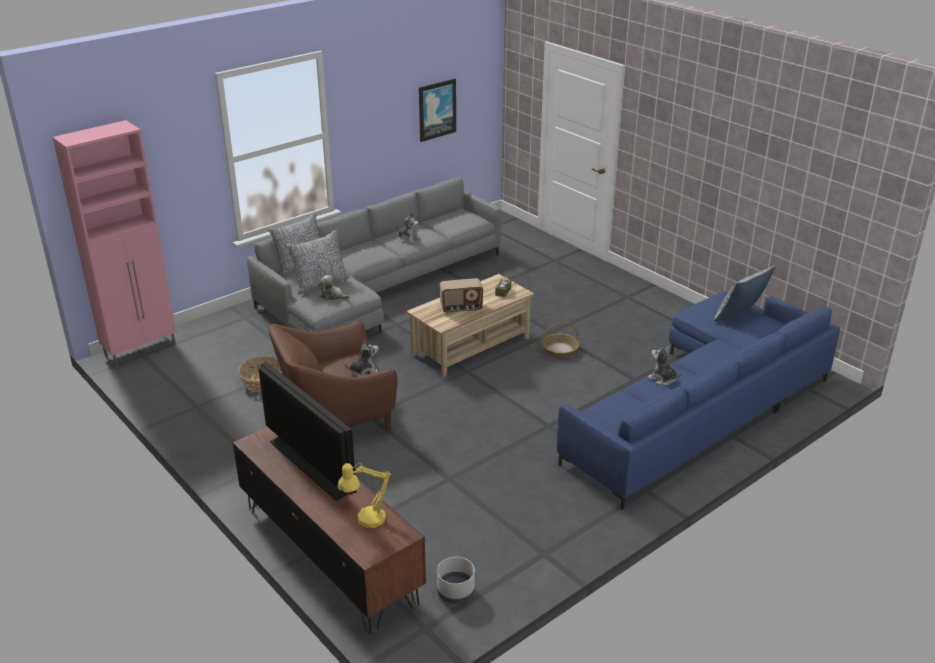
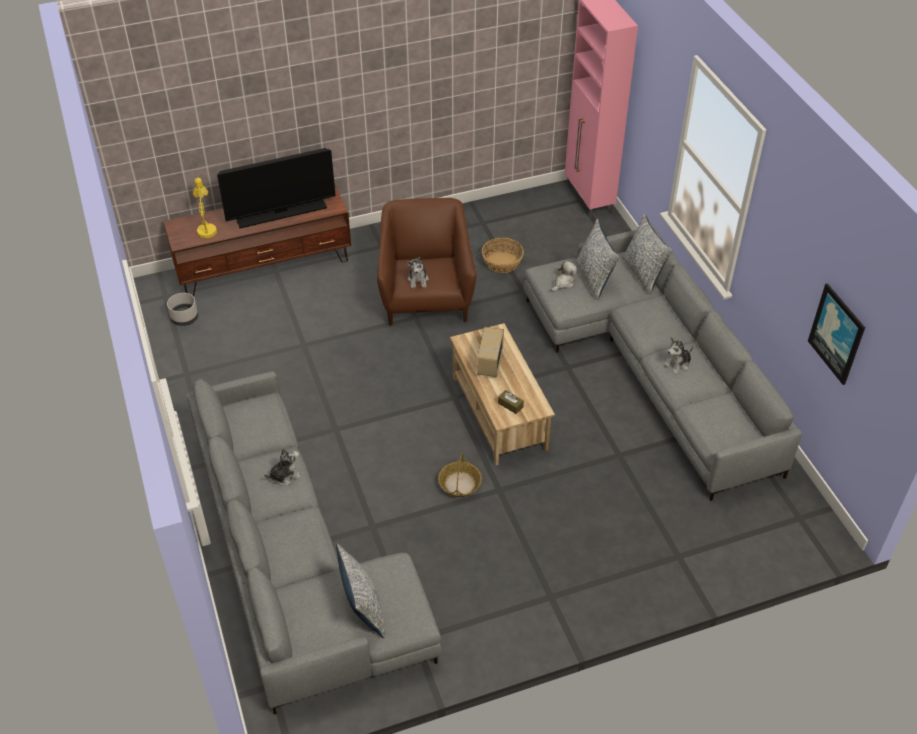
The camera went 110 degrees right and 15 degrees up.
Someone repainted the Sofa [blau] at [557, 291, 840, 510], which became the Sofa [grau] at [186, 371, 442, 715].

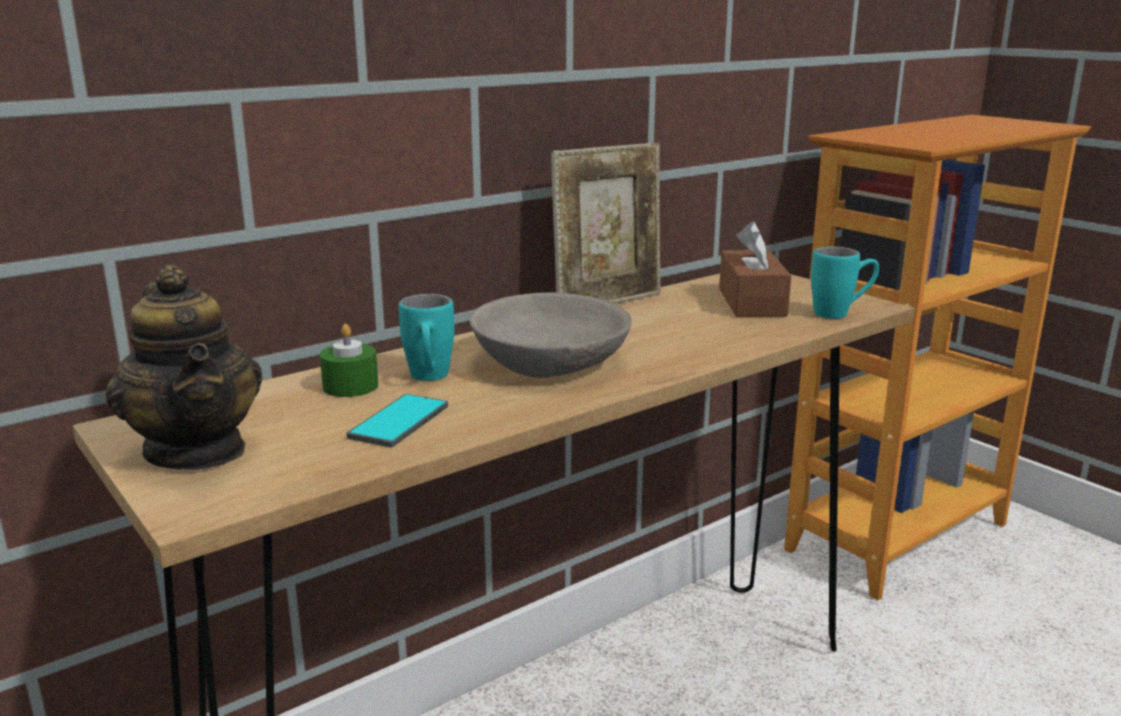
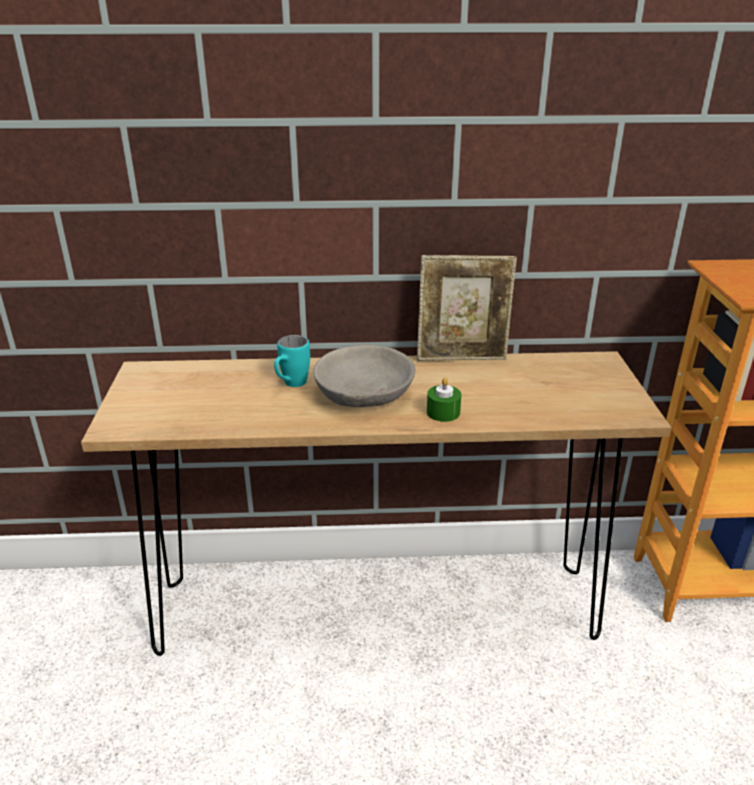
The camera went 35 degrees right and 10 degrees up.
Someone carried the Kerze [grün] from [320, 324, 378, 397] to [427, 377, 461, 422].
Someone took away the Teekanne at [105, 265, 262, 470].
Someone took away the Handy at [347, 394, 448, 447].
Someone took away the Taschentuchbox [braun] at [719, 222, 791, 317].
Someone took away the Henkelbecher [türkis] at [811, 246, 879, 319].

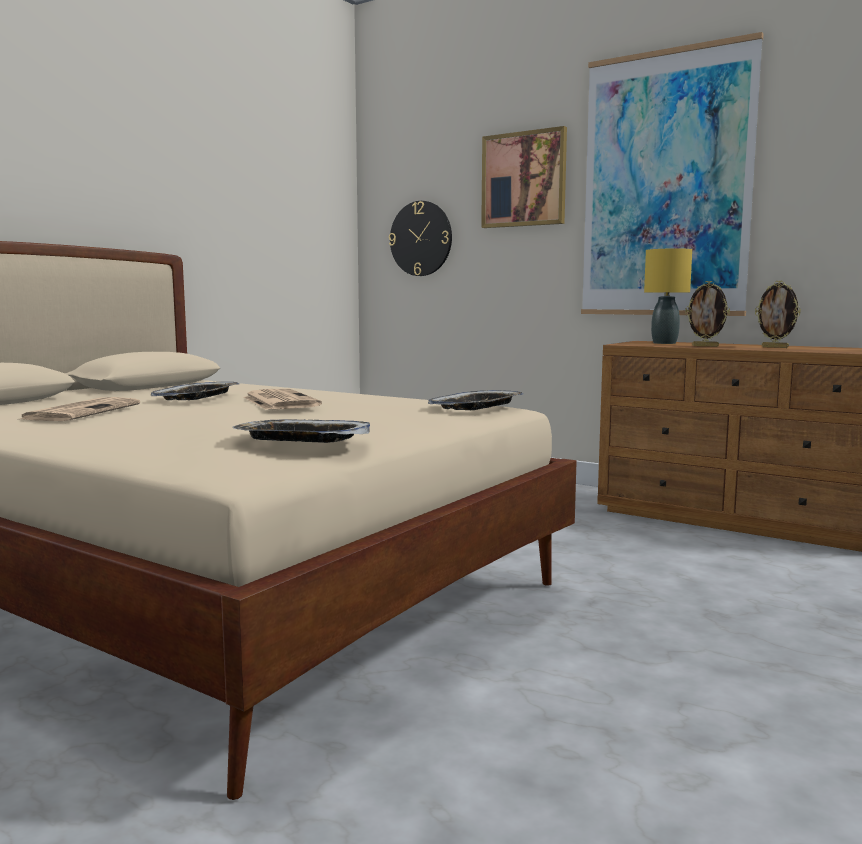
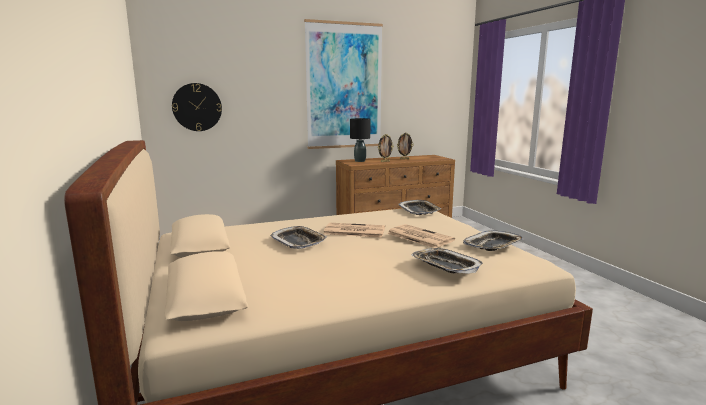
The camera went 55 degrees left and 5 degrees up.
Someone repainted the Tischlampe [gelb] at [644, 248, 692, 344], which became the Tischlampe [schwarz] at [350, 118, 371, 162].
Someone carried the Zeitung from [17, 397, 140, 421] to [387, 224, 455, 248].
Someone put down the Tablett at [411, 248, 483, 274].
Someone took away the Bild at [481, 126, 567, 228].

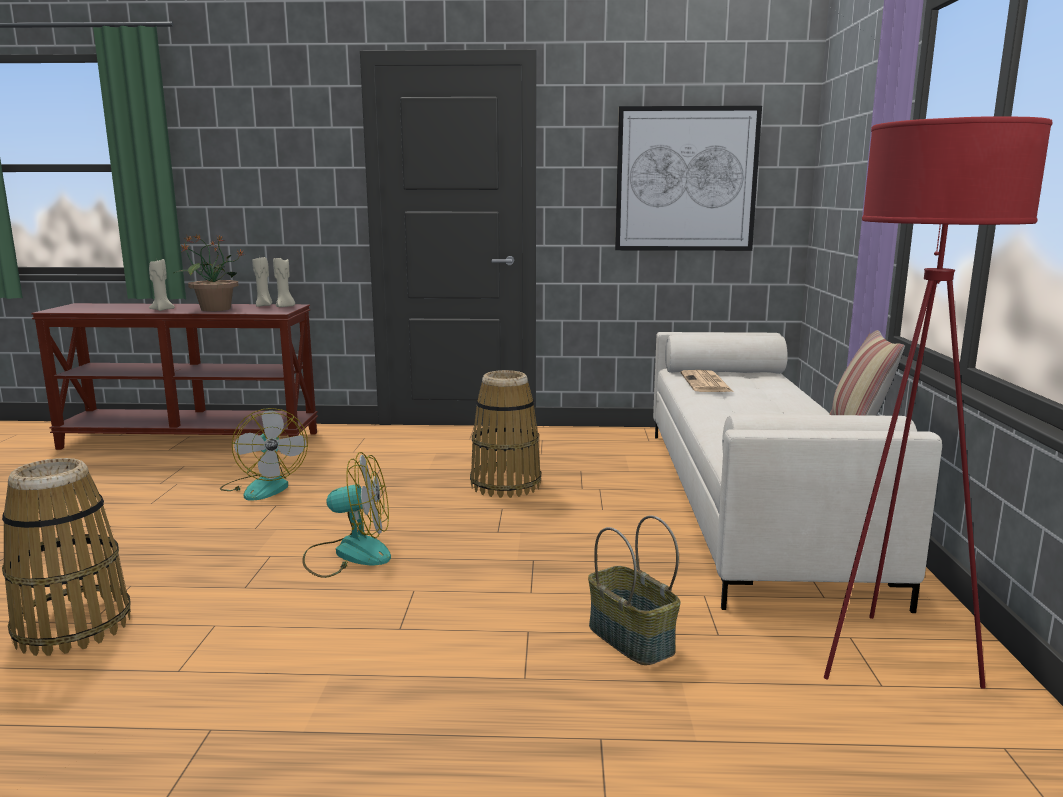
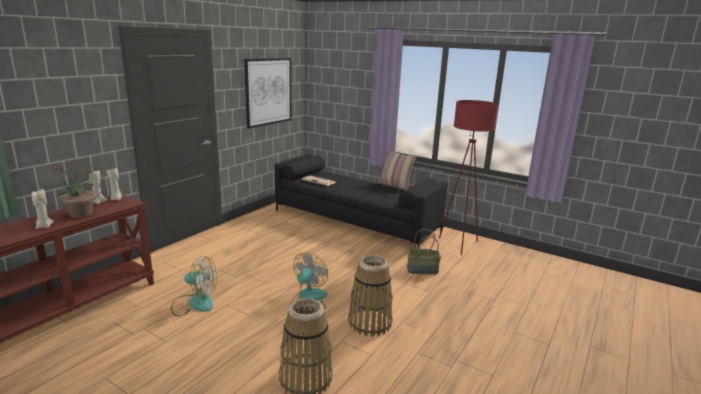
The camera went 60 degrees left and 5 degrees up.
Someone repainted the Sofa [weiß] at [653, 332, 942, 613], which became the Sofa [schwarz] at [275, 154, 448, 249].
Someone carried the Korb from [470, 370, 541, 498] to [348, 255, 393, 337].

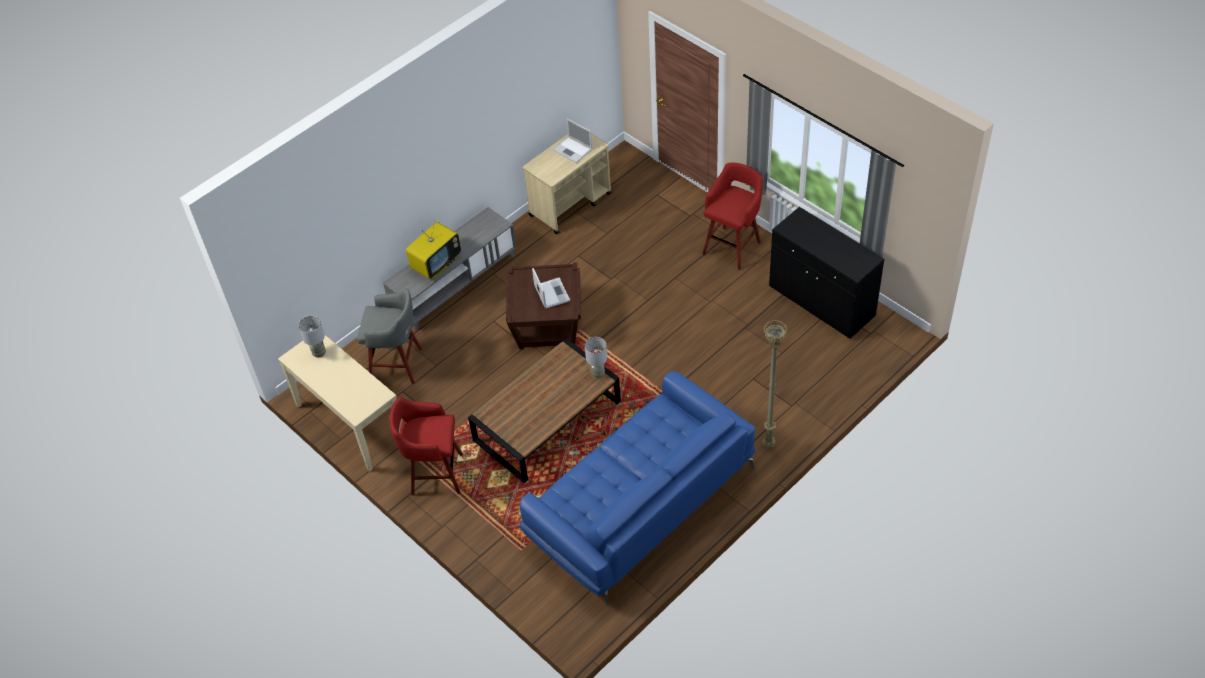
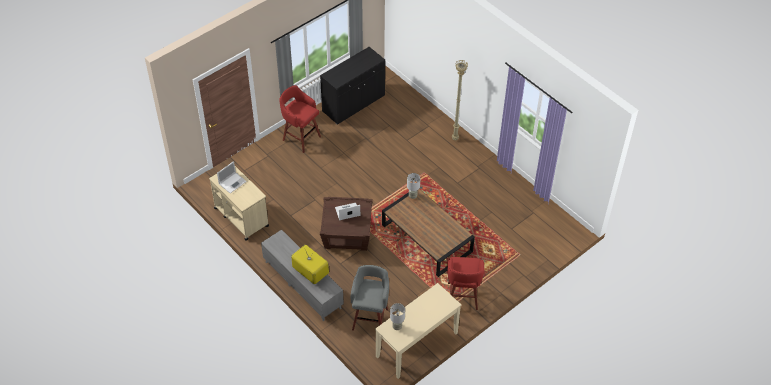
The camera went 90 degrees left and 0 degrees up.
Someone took away the Sofa [blau] at [520, 371, 755, 606].

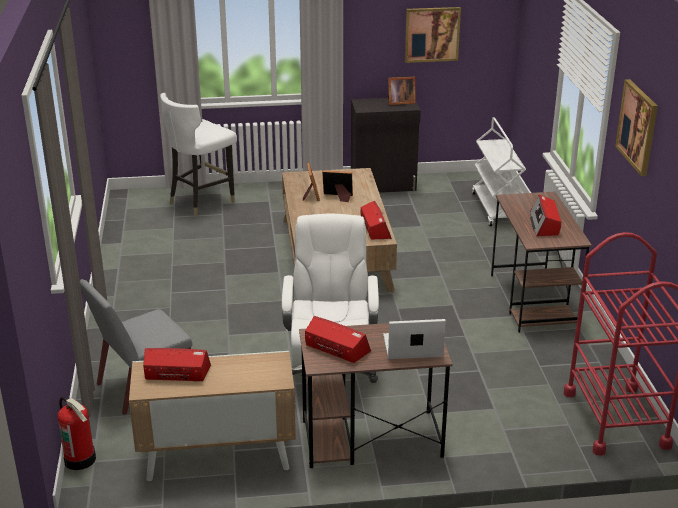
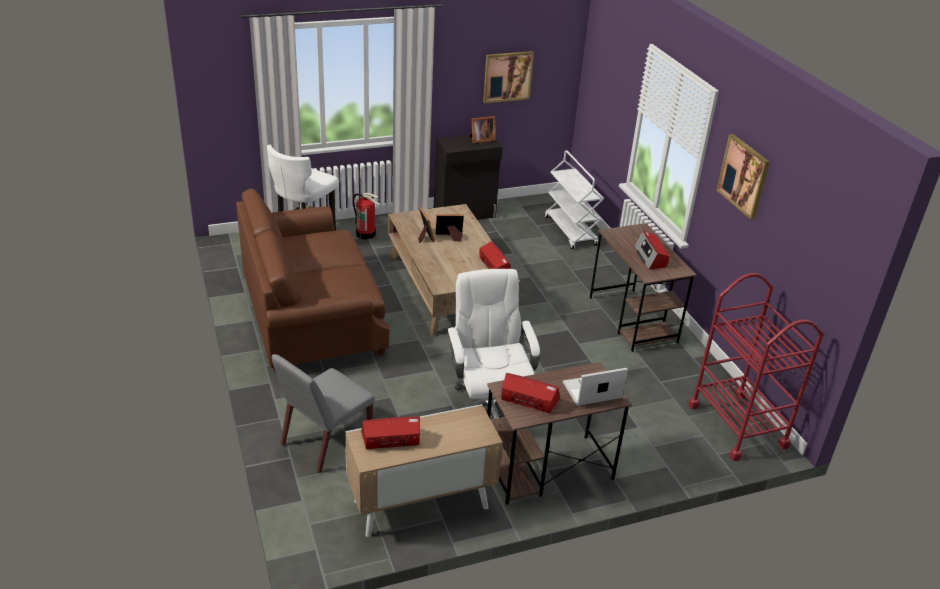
The camera went 15 degrees left and 5 degrees up.
Someone put down the Sofa [braun] at [236, 189, 389, 373].
Someone carried the Feuerlöscher from [58, 397, 96, 470] to [353, 193, 380, 239].

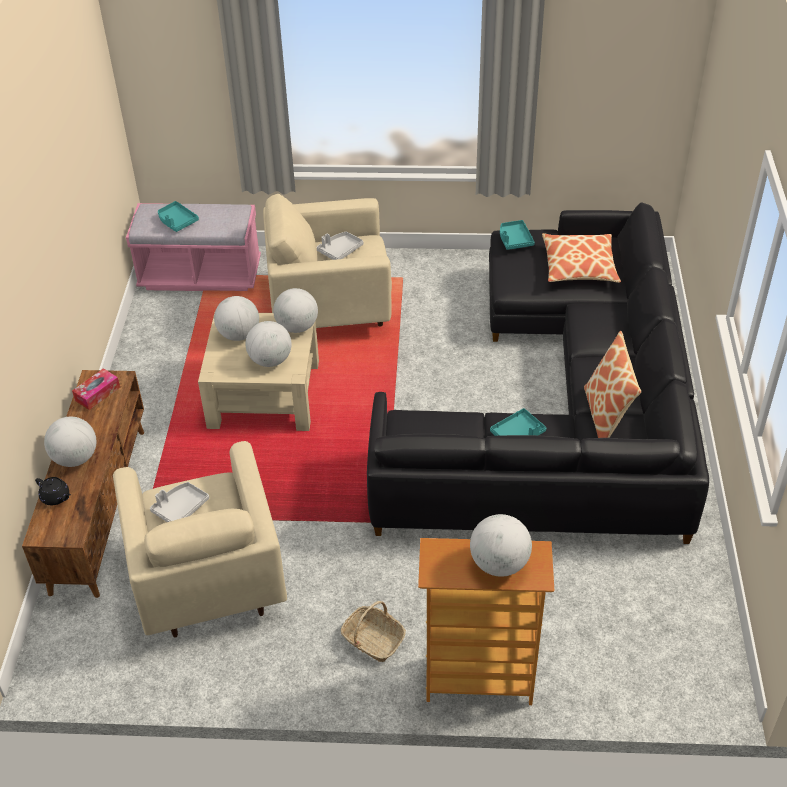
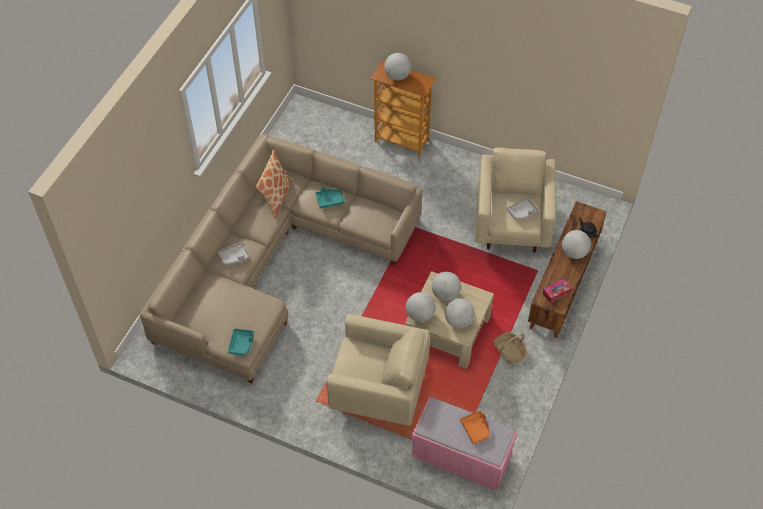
The camera went 160 degrees left and 10 degrees up.
Someone repainted the Sofa [schwarz] at [367, 202, 709, 544], which became the Sofa [beige] at [139, 134, 423, 383].
Someone carried the Tablett [grau] from [317, 231, 364, 260] to [218, 242, 250, 265].
Someone repainted the Tablett [türkis] at [158, 201, 199, 232], which became the Tablett [orange] at [460, 411, 490, 444].
Someone carried the Korb from [341, 601, 406, 662] to [494, 332, 528, 365].
Someone took away the Kissen at [542, 233, 621, 283].

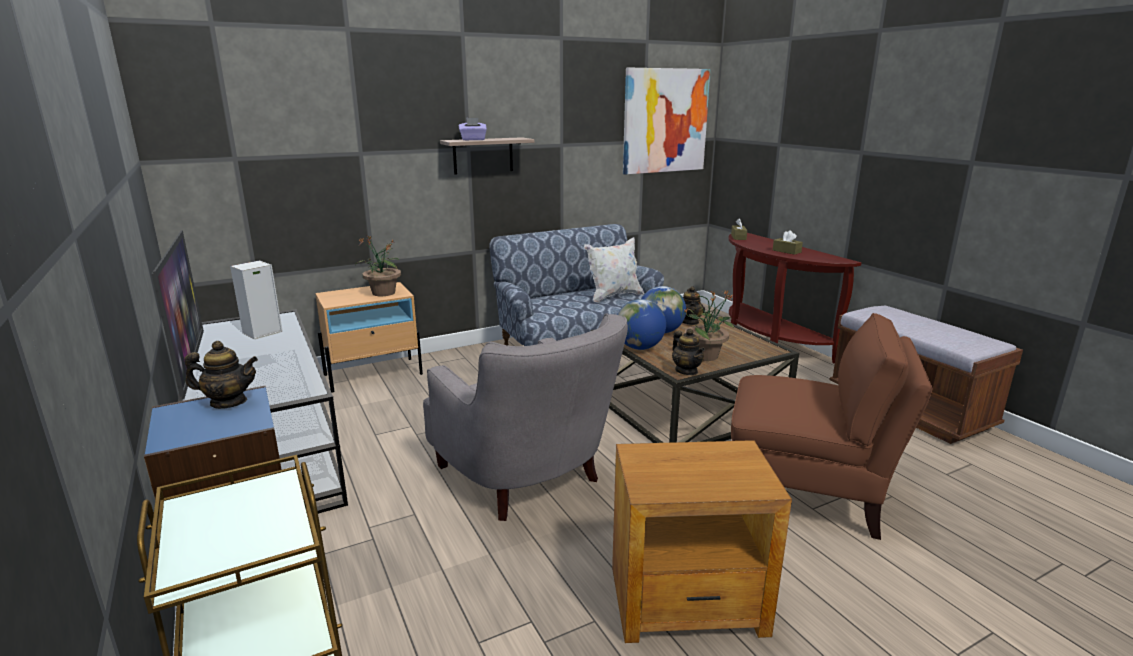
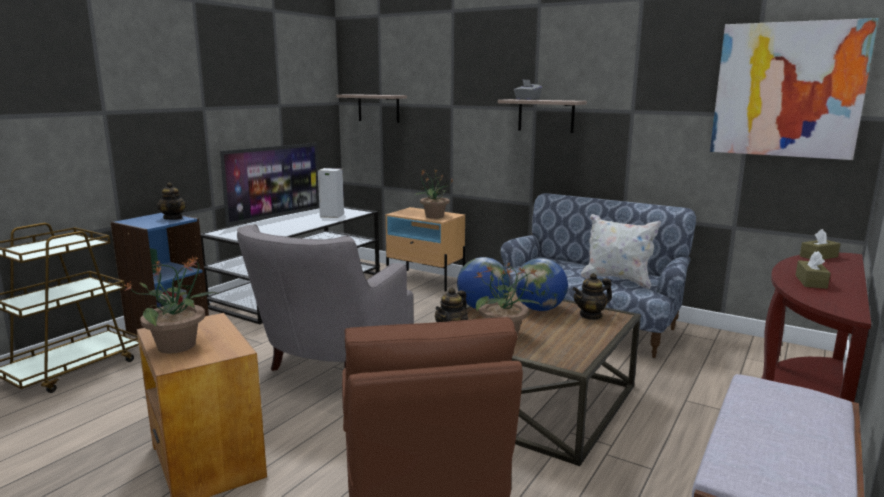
The camera went 60 degrees right and 5 degrees down.
Someone put down the Topfpflanze at [123, 256, 218, 354].
Someone put up the Wandregal at [336, 94, 407, 123].
Someone repainted the Taschentuchbox [lila] at [459, 118, 487, 140], which became the Taschentuchbox [grau] at [514, 79, 542, 100].

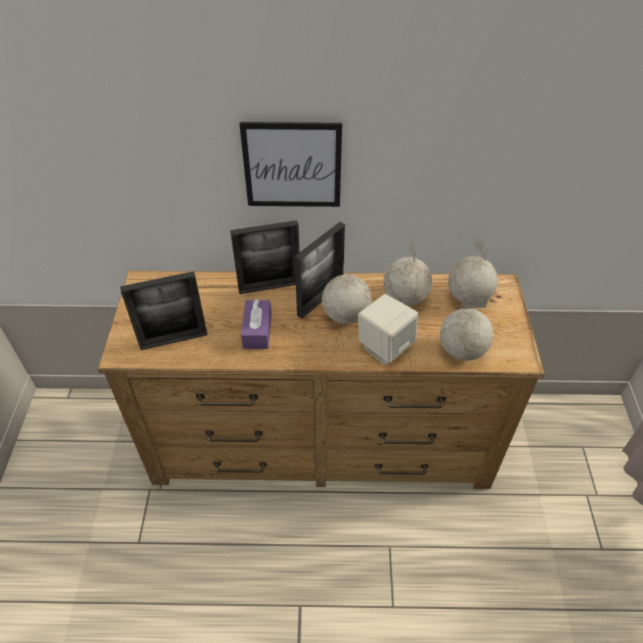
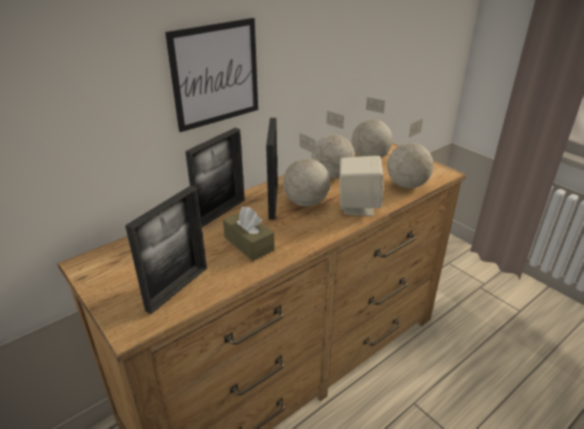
The camera went 40 degrees left and 15 degrees down.
Someone repainted the Taschentuchbox [lila] at [241, 299, 271, 349], which became the Taschentuchbox [braun] at [223, 206, 275, 261].

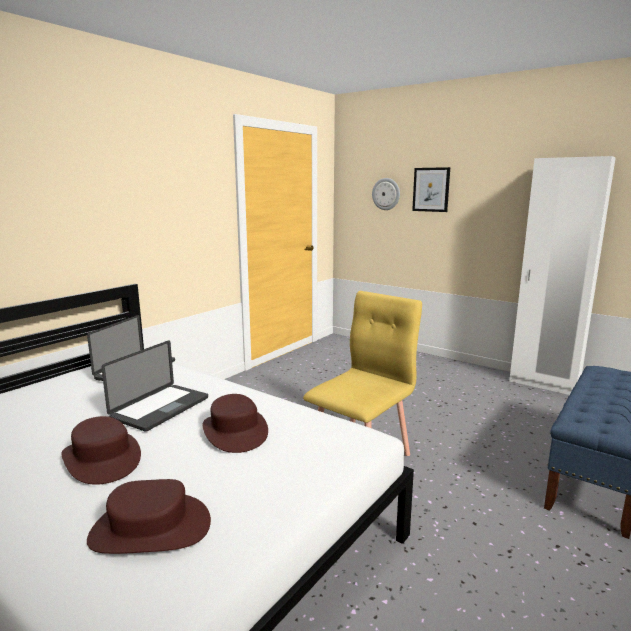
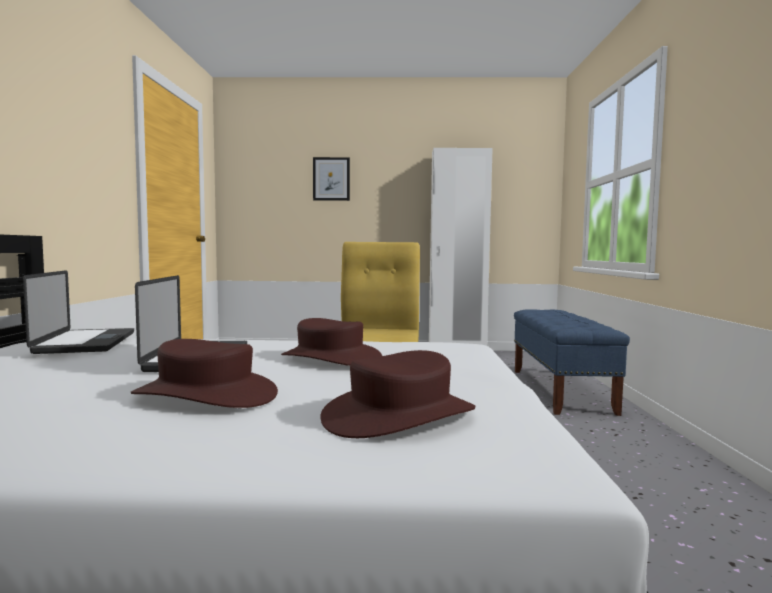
The camera went 35 degrees left and 10 degrees down.
Someone took away the Wanduhr at [372, 178, 400, 210].

